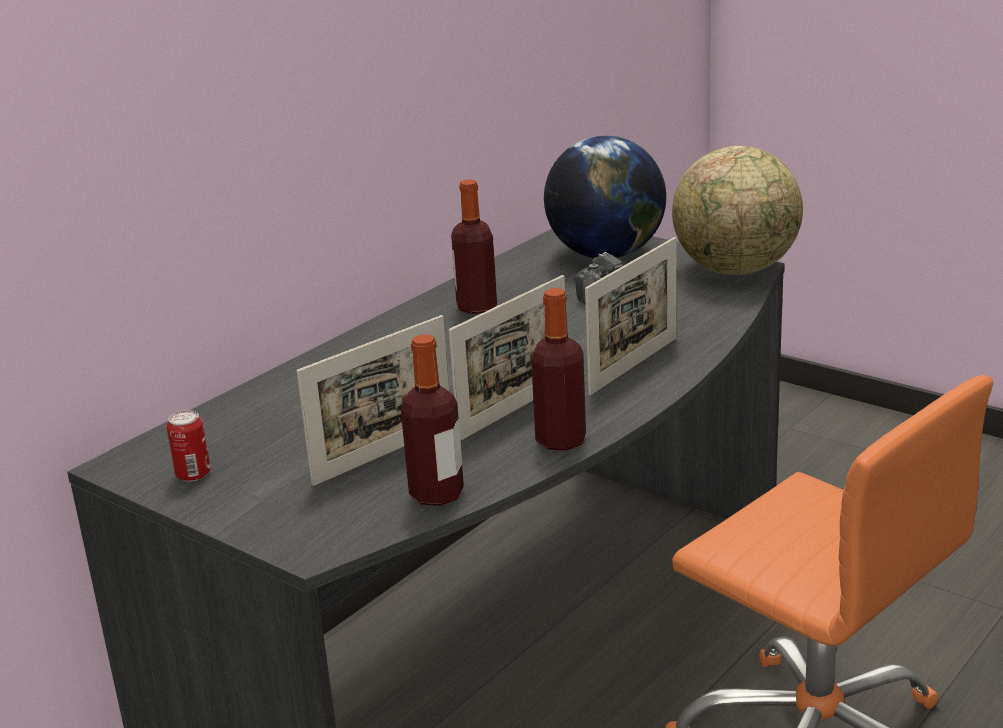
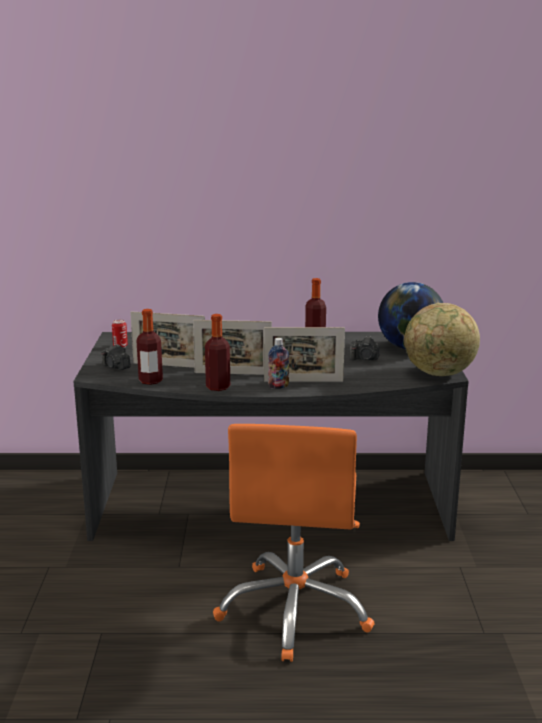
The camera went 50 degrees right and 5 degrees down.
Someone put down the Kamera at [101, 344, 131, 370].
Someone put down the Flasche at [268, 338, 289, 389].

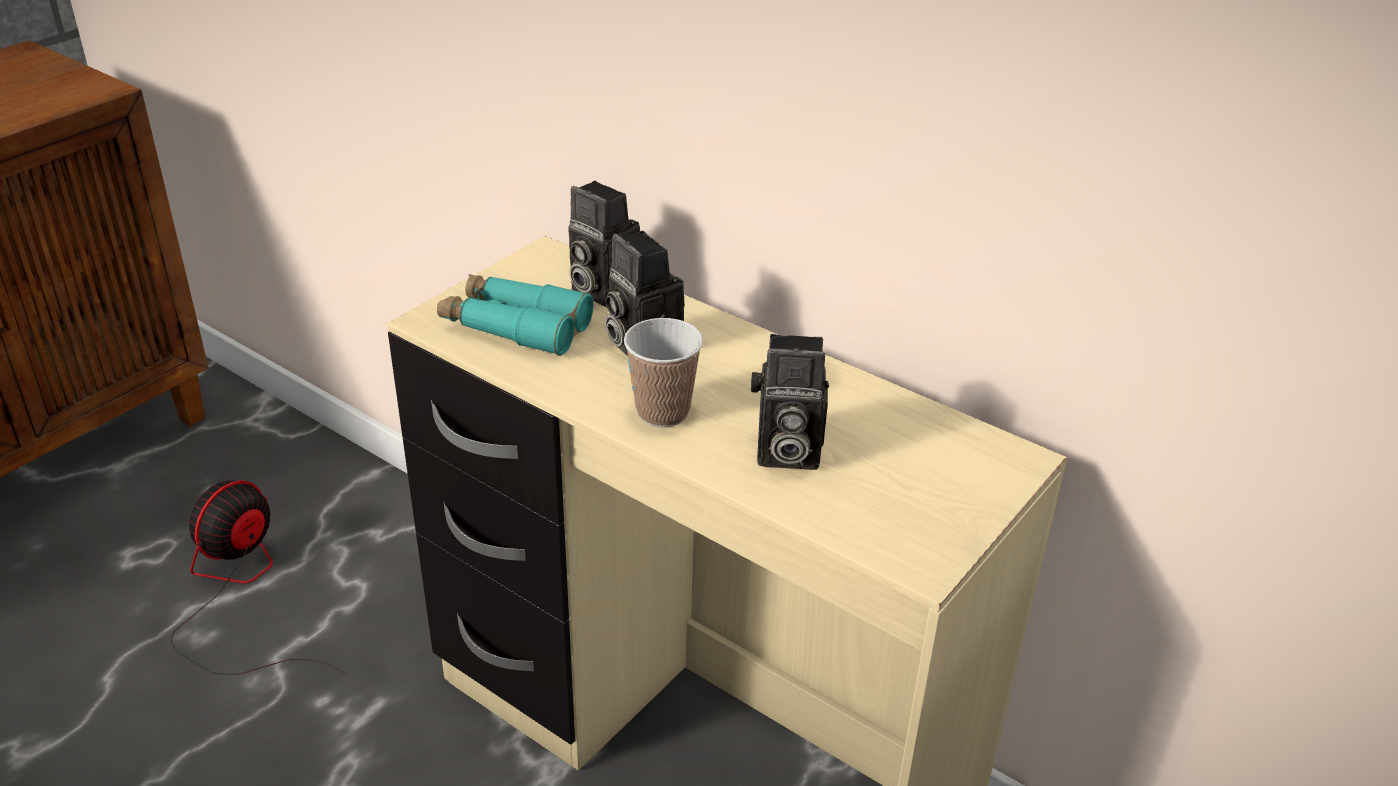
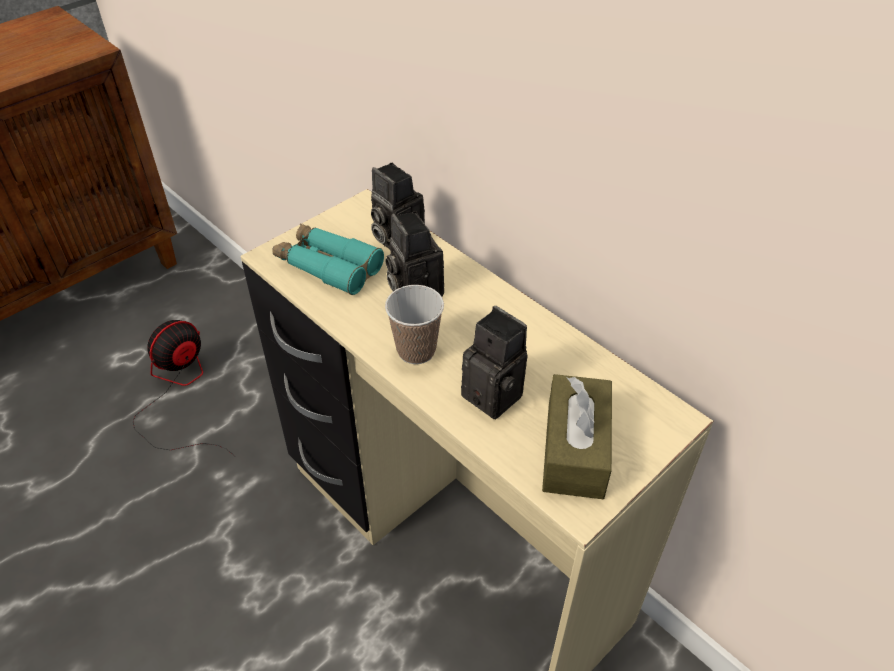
The camera went 10 degrees right and 10 degrees up.
Someone rotated the Kamera at [750, 334, 829, 470] by 150 degrees counterclockwise.
Someone put down the Taschentuchbox [braun] at [542, 374, 612, 499].

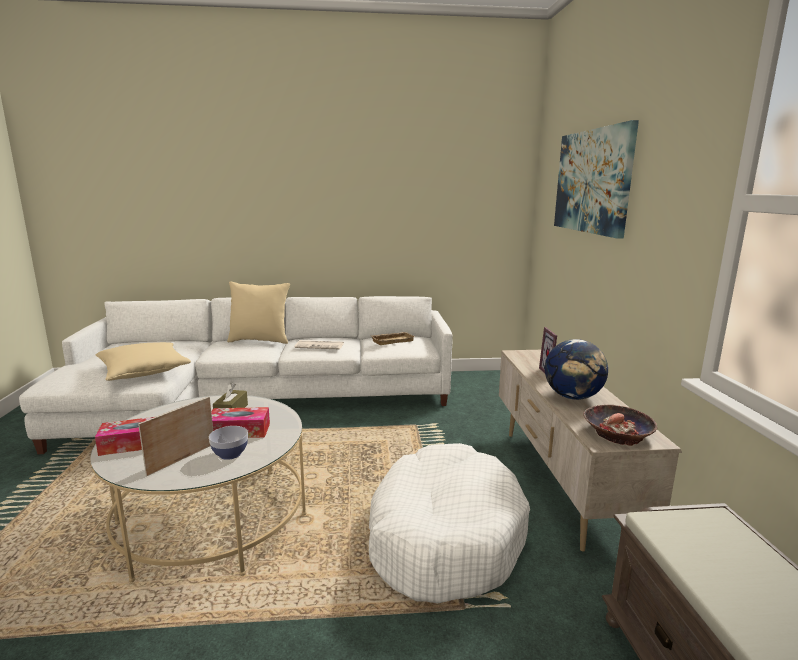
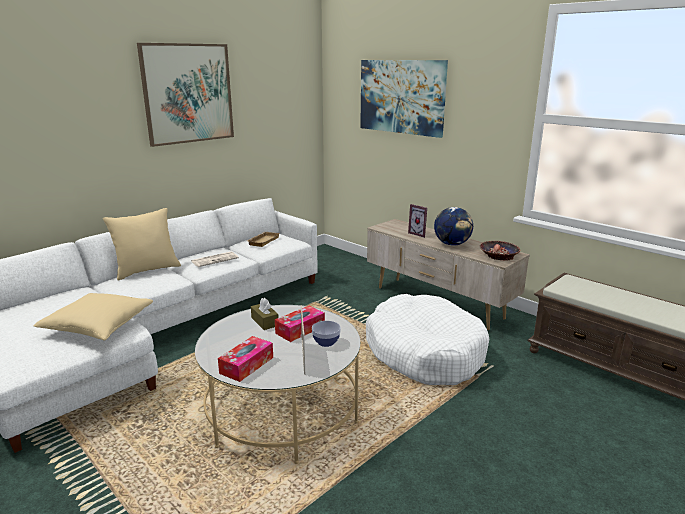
The camera went 40 degrees left and 5 degrees up.
Someone put up the Bild at [137, 43, 234, 147].

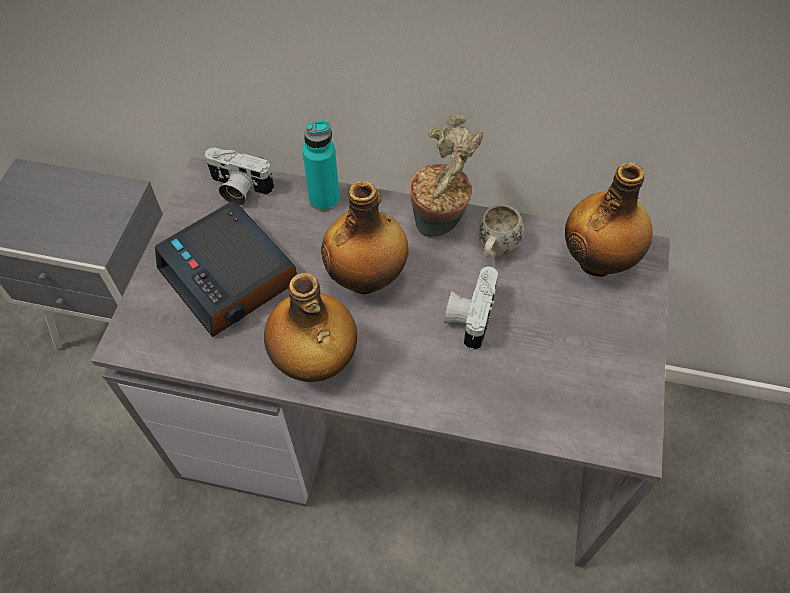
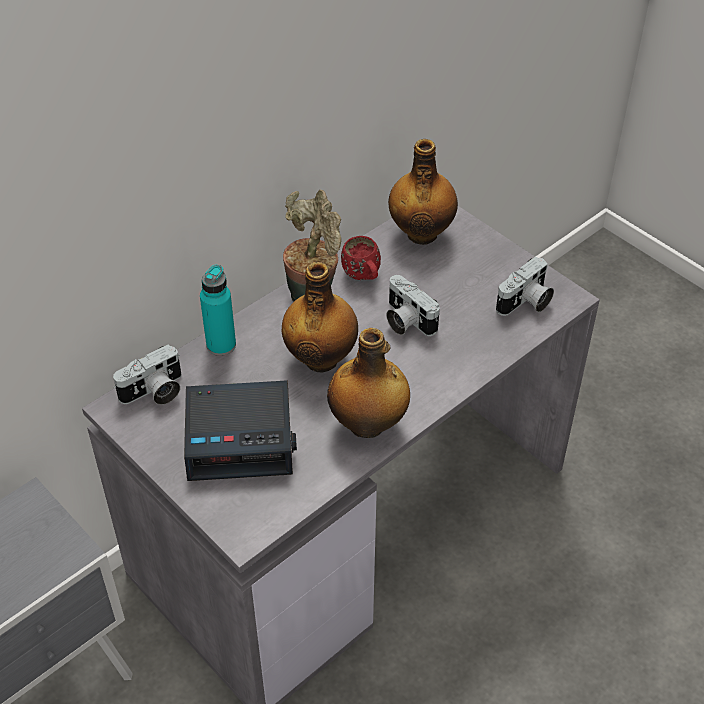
The camera went 55 degrees left and 10 degrees down.
Someone repainted the Henkelbecher [weiß] at [478, 205, 524, 258], which became the Henkelbecher [rot] at [341, 236, 381, 280].
Someone put down the Kamera at [496, 256, 554, 316].

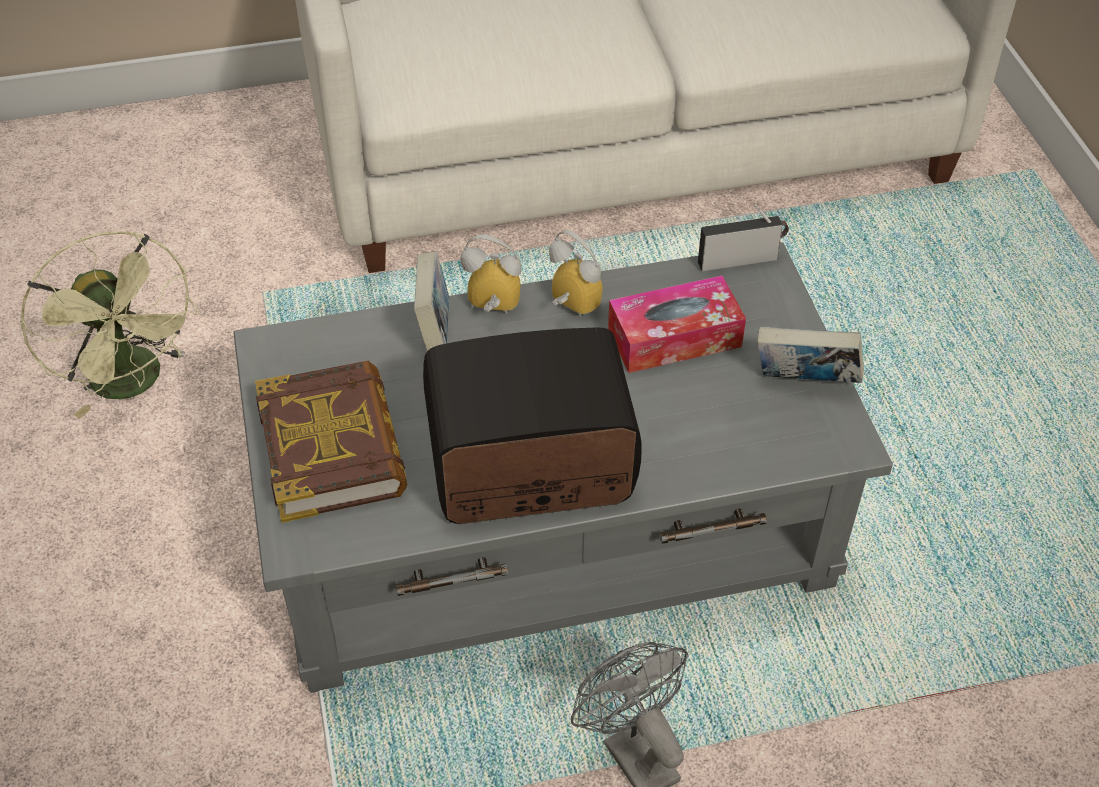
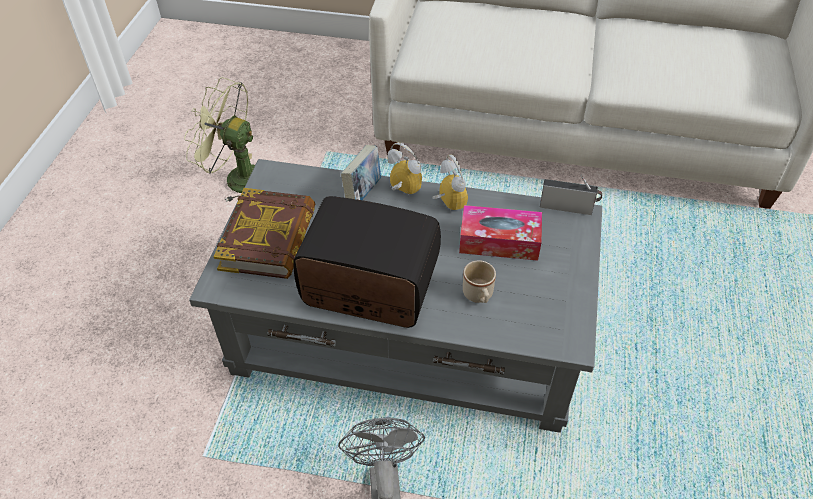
The camera went 25 degrees right and 0 degrees up.
Someone rotated the Ventilator [grün] at [20, 231, 198, 418] by 120 degrees clockwise.
Someone put down the Henkelbecher [beige] at [463, 260, 496, 303].
Someone took away the Buch at [757, 327, 864, 383].

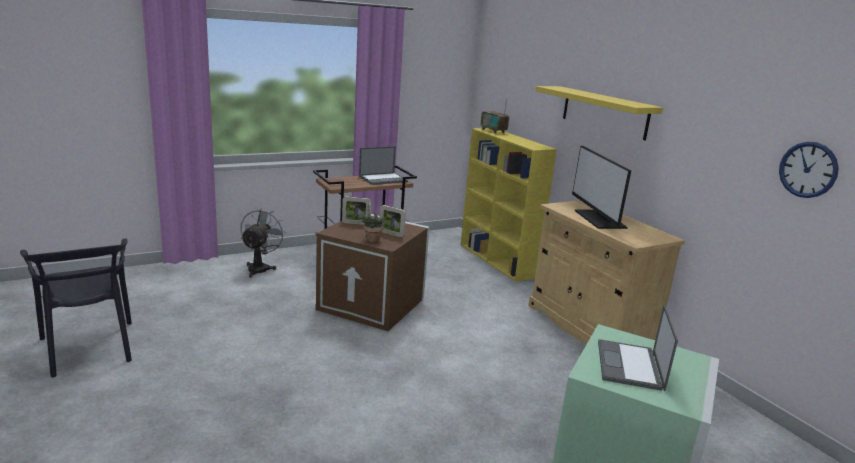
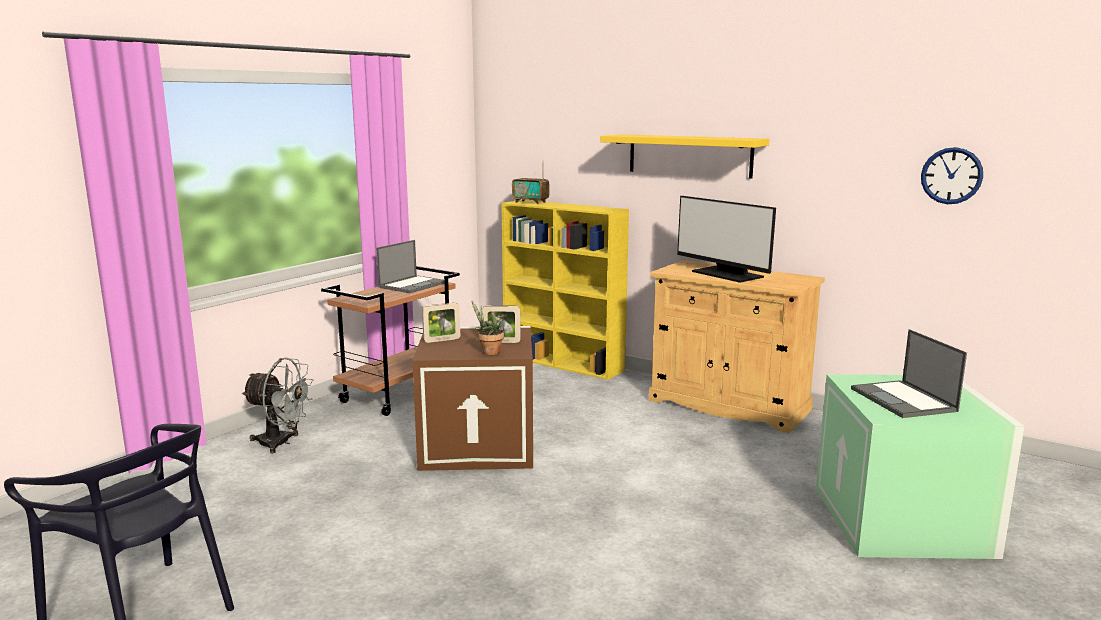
The camera went 25 degrees left and 5 degrees down.
Someone rotated the Ventilator [grau] at [240, 208, 286, 278] by 120 degrees clockwise.

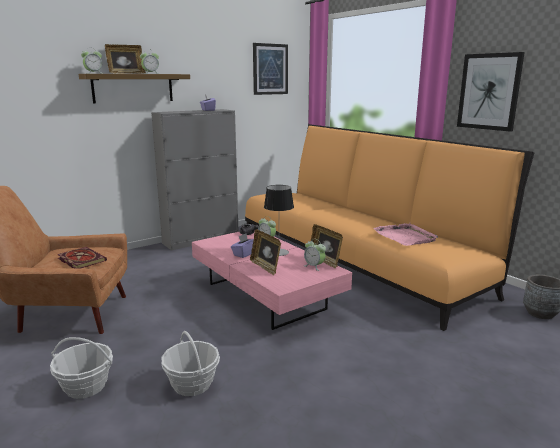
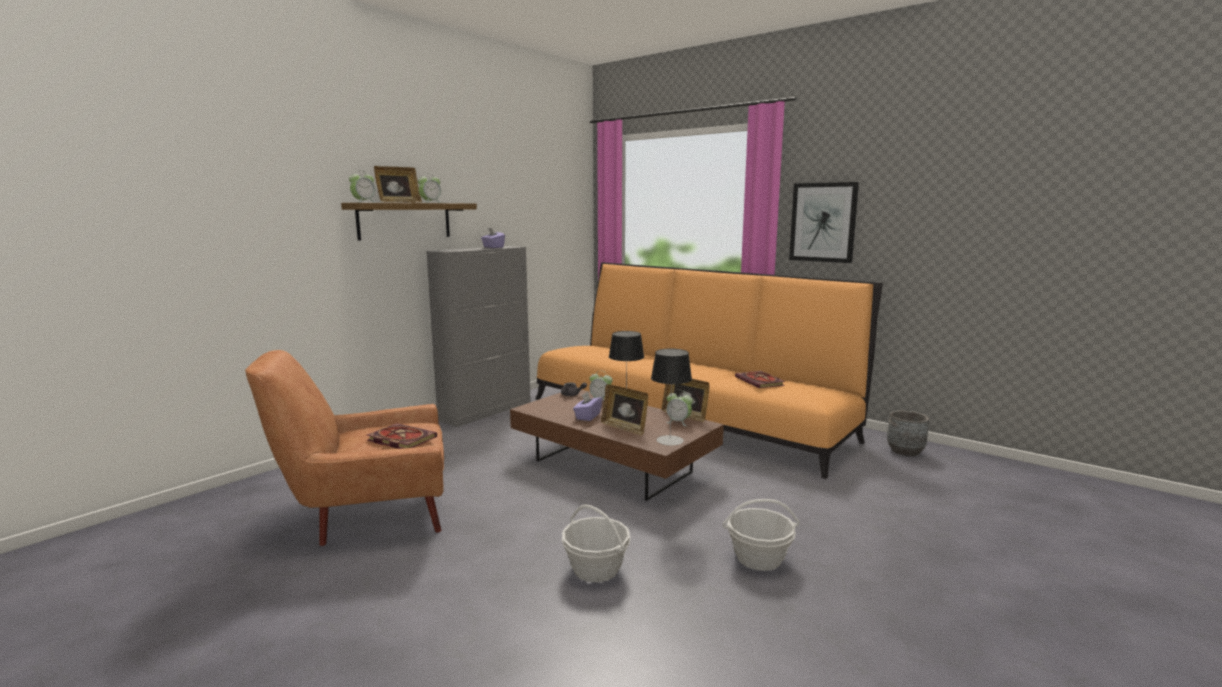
The camera went 15 degrees left and 5 degrees down.
Someone repainted the Couchtisch [rosa] at [192, 229, 352, 330], which became the Couchtisch [braun] at [510, 390, 724, 501].
Someone put down the Tischlampe at [651, 349, 692, 446].
Someone carried the Korb from [50, 337, 113, 399] to [723, 499, 799, 571].
Someone swapped the Tablett [rosa] at [373, 223, 438, 246] for the Buch at [735, 371, 785, 388].
Someone took away the Bild at [253, 43, 288, 95].

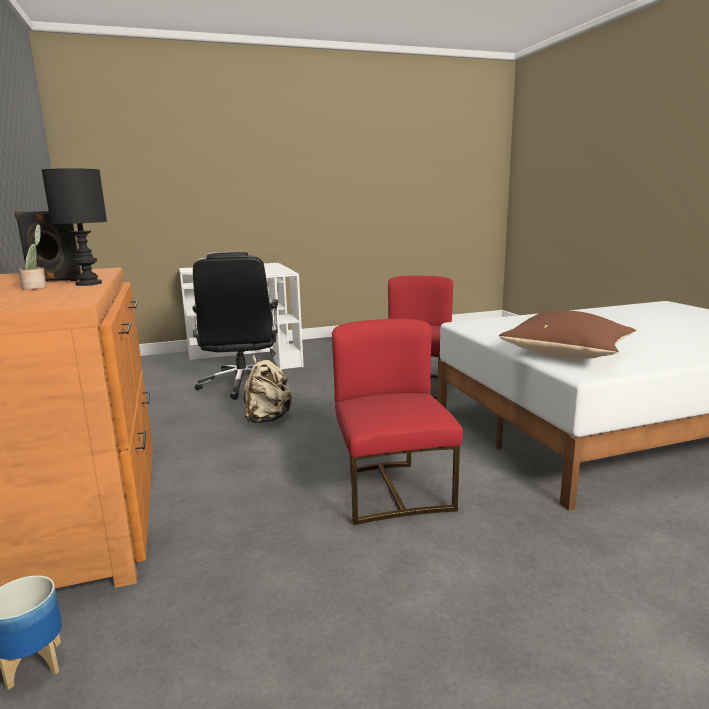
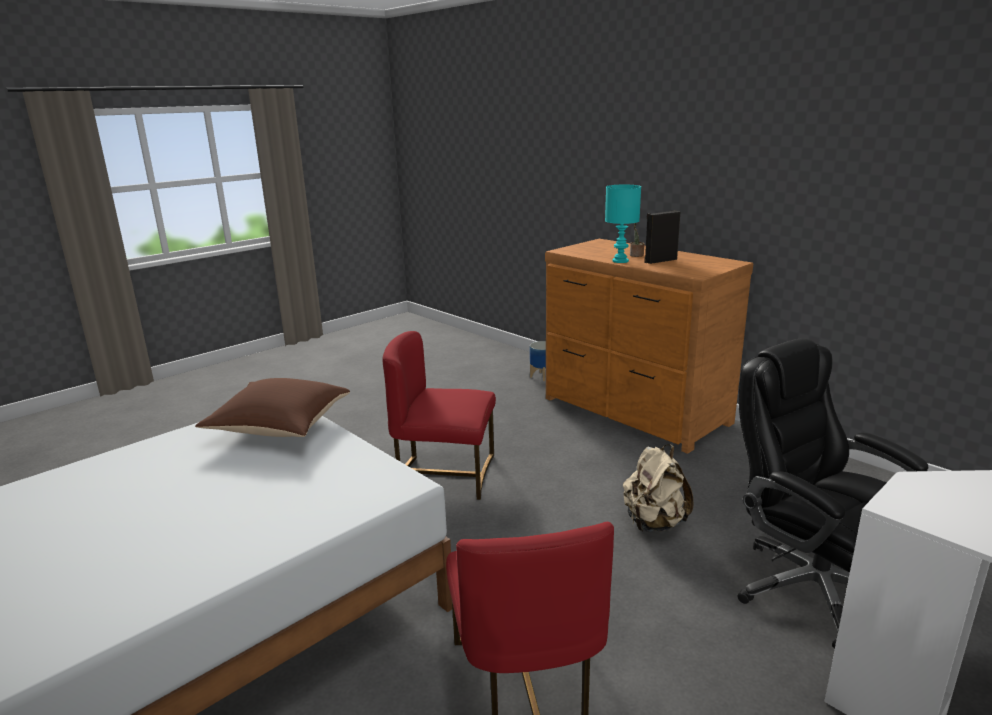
The camera went 155 degrees right and 5 degrees up.
Someone rotated the Stuhl [rot] at [332, 319, 463, 525] by 135 degrees clockwise.
Someone repainted the Tischlampe [schwarz] at [42, 168, 107, 286], which became the Tischlampe [türkis] at [605, 185, 641, 263].

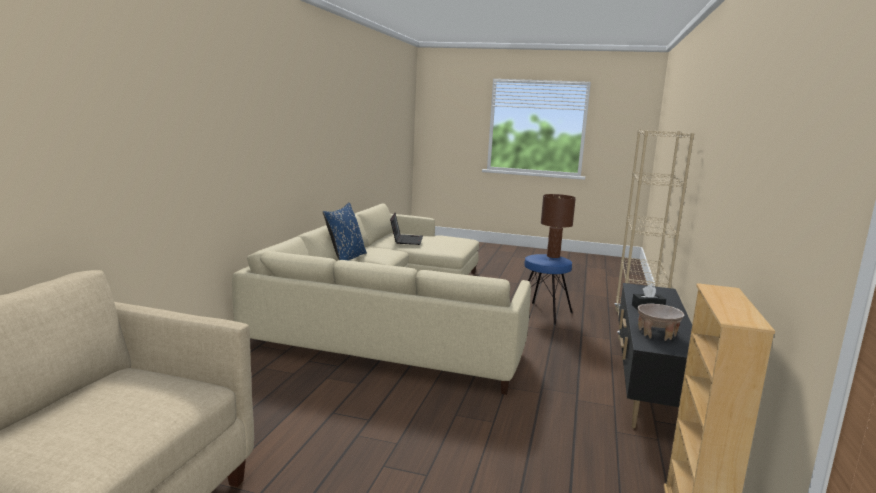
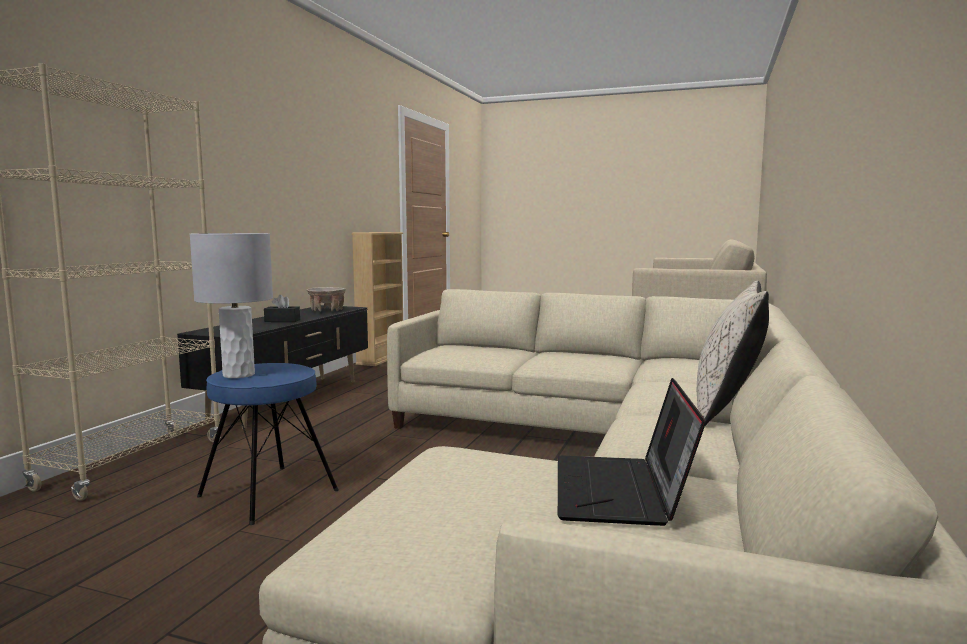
The camera went 175 degrees left and 5 degrees down.
Someone repainted the Tischlampe [braun] at [541, 194, 576, 258], which became the Tischlampe [grau] at [190, 233, 273, 378].
Someone repainted the Kissen [blau] at [323, 202, 367, 261], which became the Kissen [beige] at [697, 281, 769, 426].

